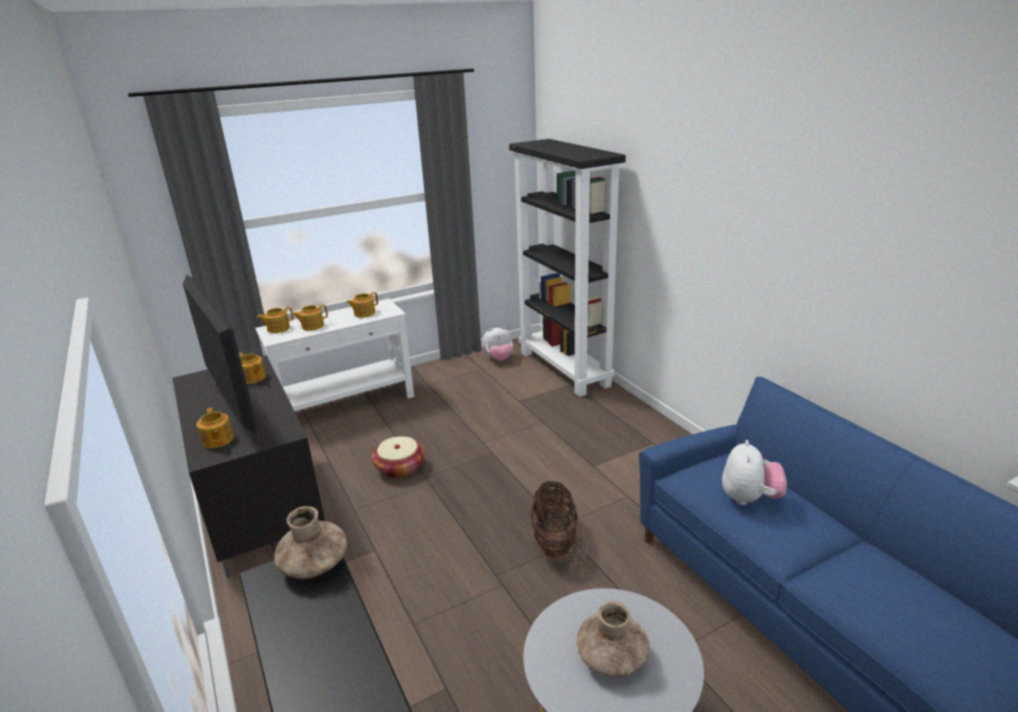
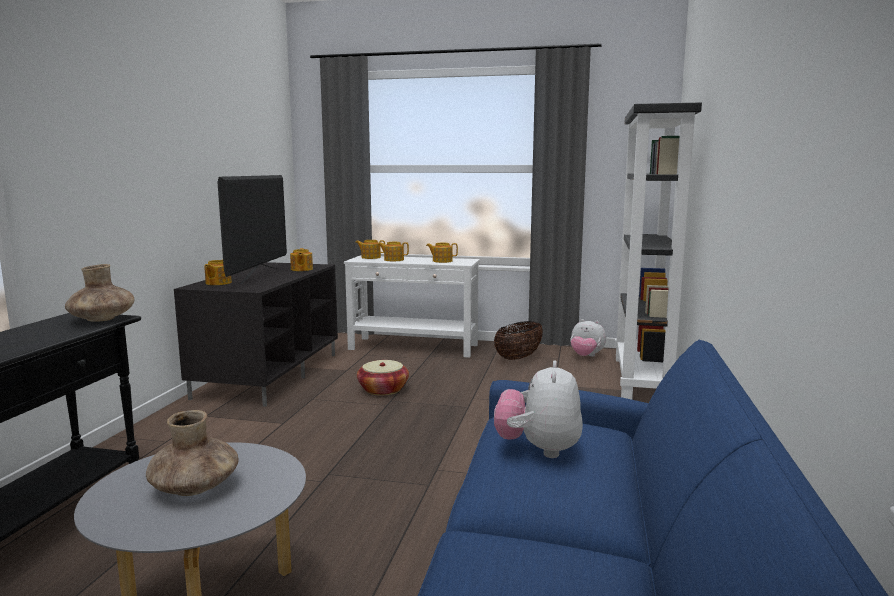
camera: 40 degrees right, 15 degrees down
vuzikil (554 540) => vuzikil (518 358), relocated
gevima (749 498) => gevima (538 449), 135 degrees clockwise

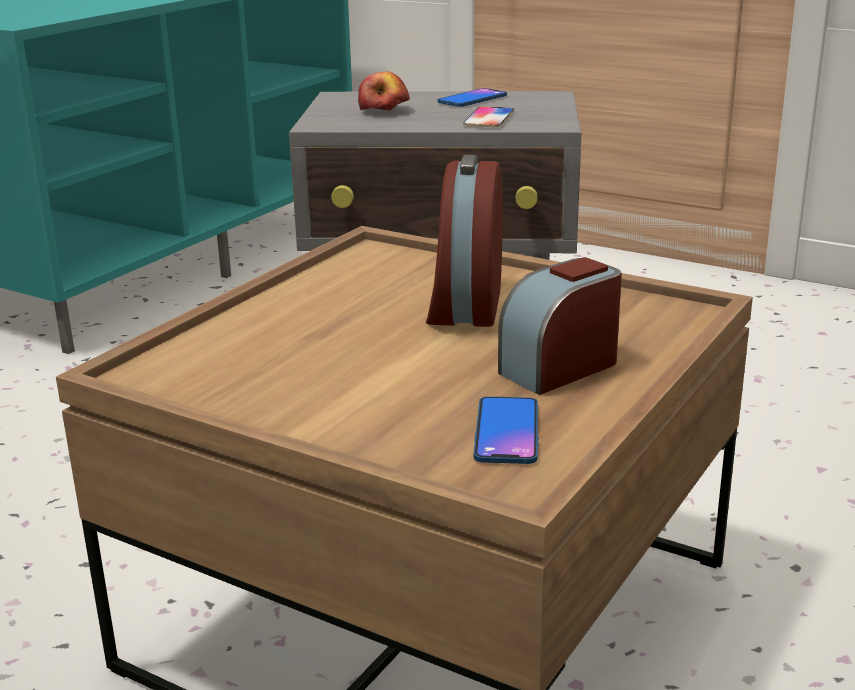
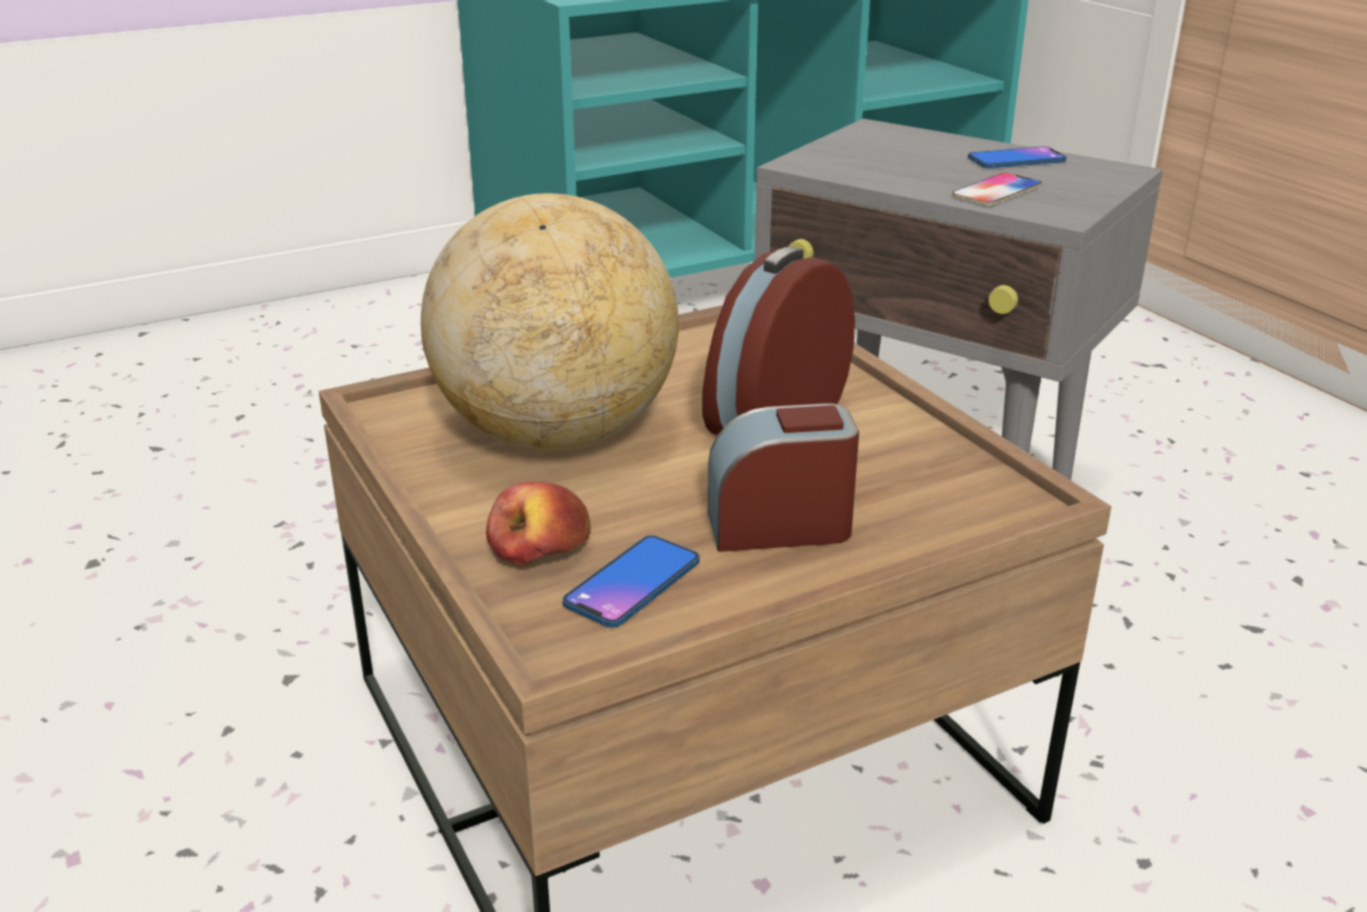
camera: 30 degrees right, 5 degrees up
nothing => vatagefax (558 435)
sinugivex (384 110) => sinugivex (540 549), relocated

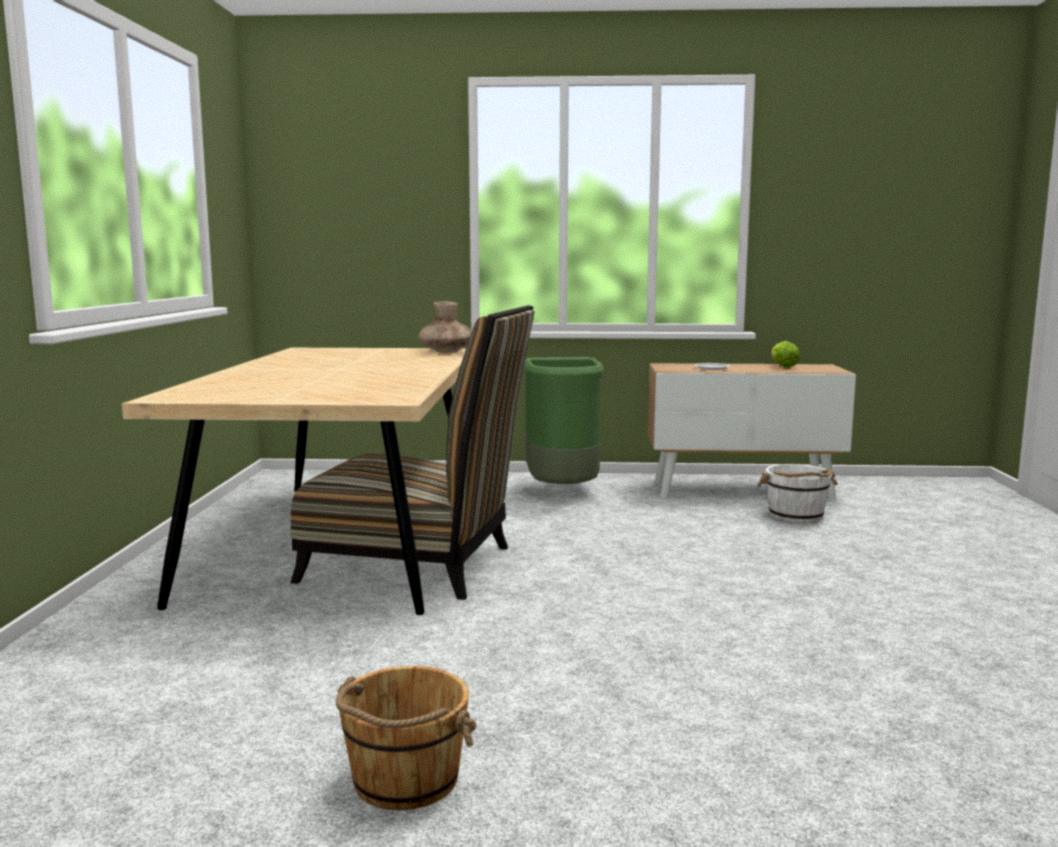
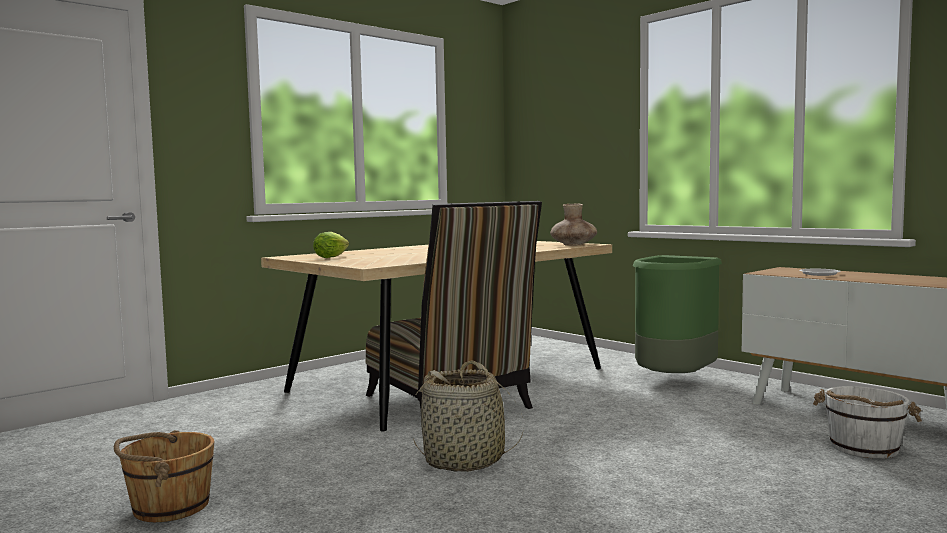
camera: 45 degrees right, 5 degrees down
nothing => vuzikil (465 460)
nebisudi (782 366) => nebisudi (332 257), relocated

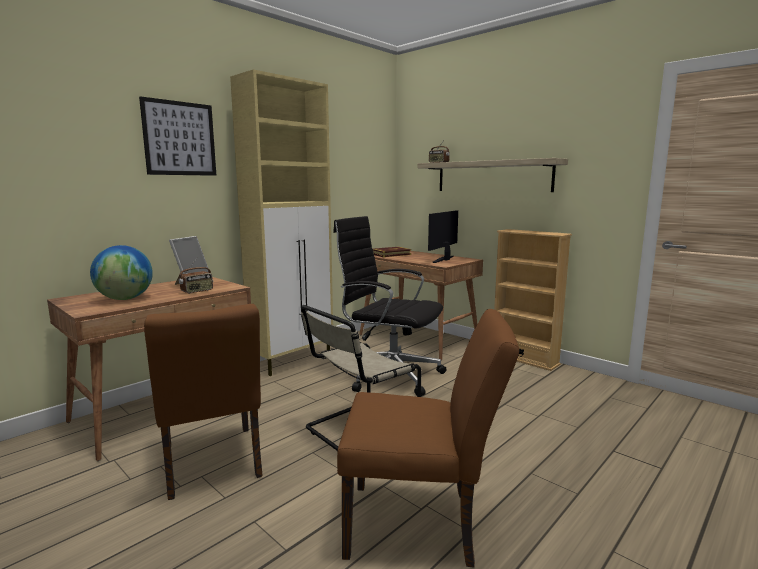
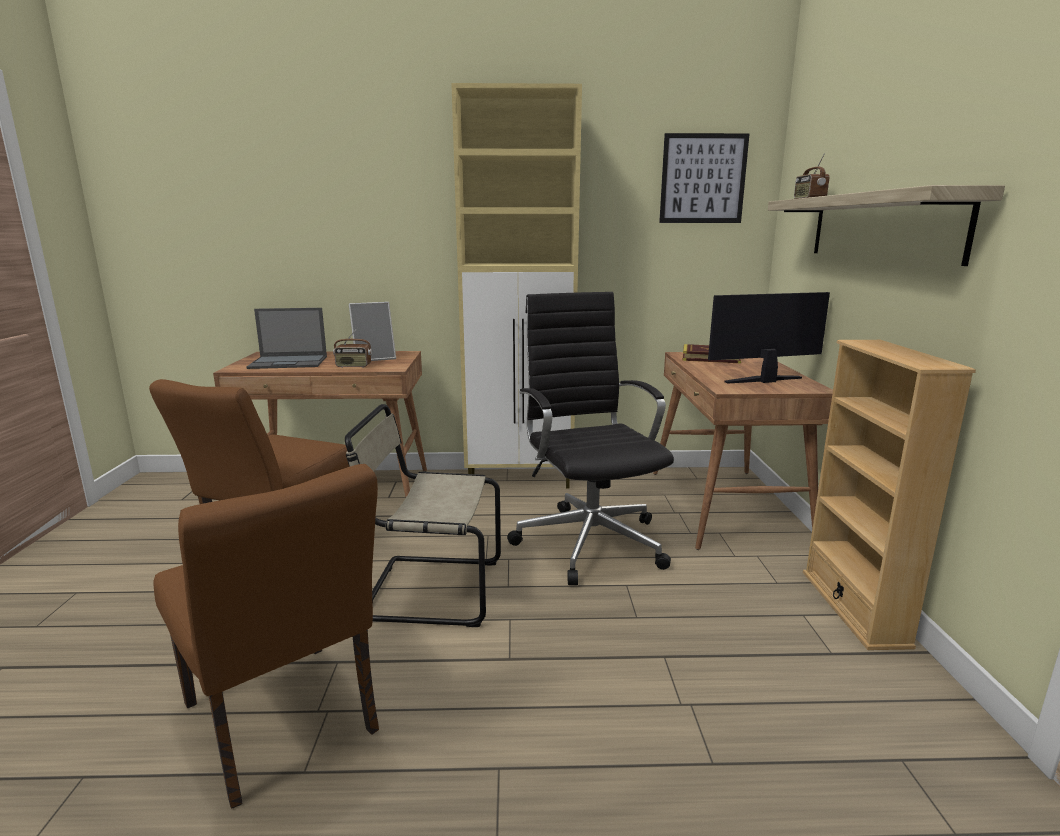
camera: 45 degrees right, 5 degrees up
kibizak (180 138) => kibizak (703 179), relocated
vatagefax (125 299) => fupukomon (289 362)

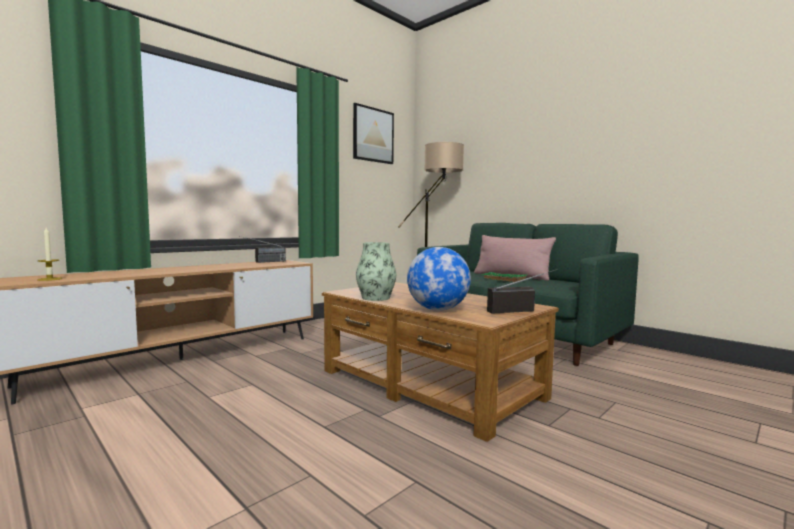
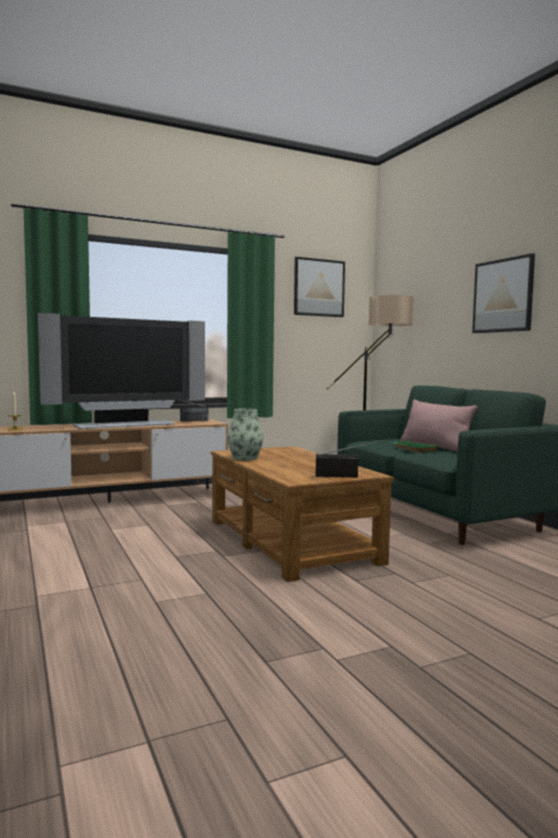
camera: 20 degrees right, 0 degrees up
vatagefax (438 310) => nothing
nothing => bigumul (126 425)
nothing => kibizak (503 295)

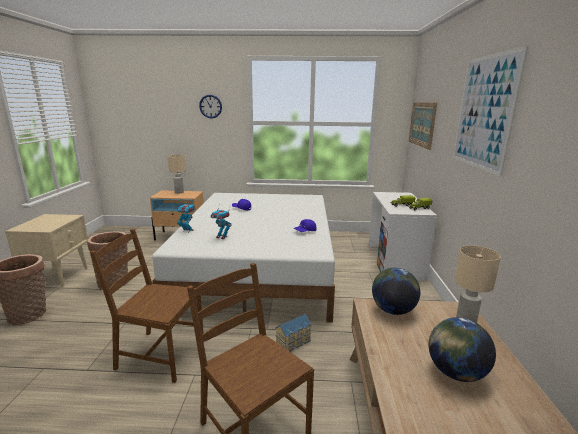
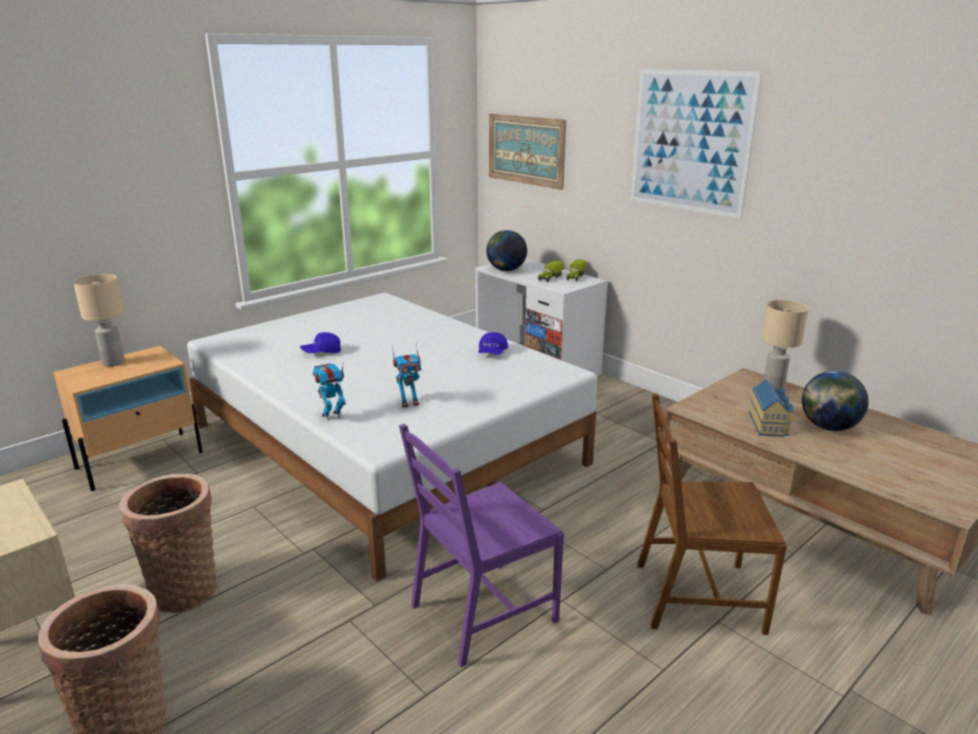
camera: 45 degrees left, 5 degrees up
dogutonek (210 106) => nothing
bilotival (294 341) => bilotival (769 424), relocated
vatagefax (393 310) => vatagefax (506 270), relocated
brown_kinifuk (159 354) => purple_kinifuk (482 613)

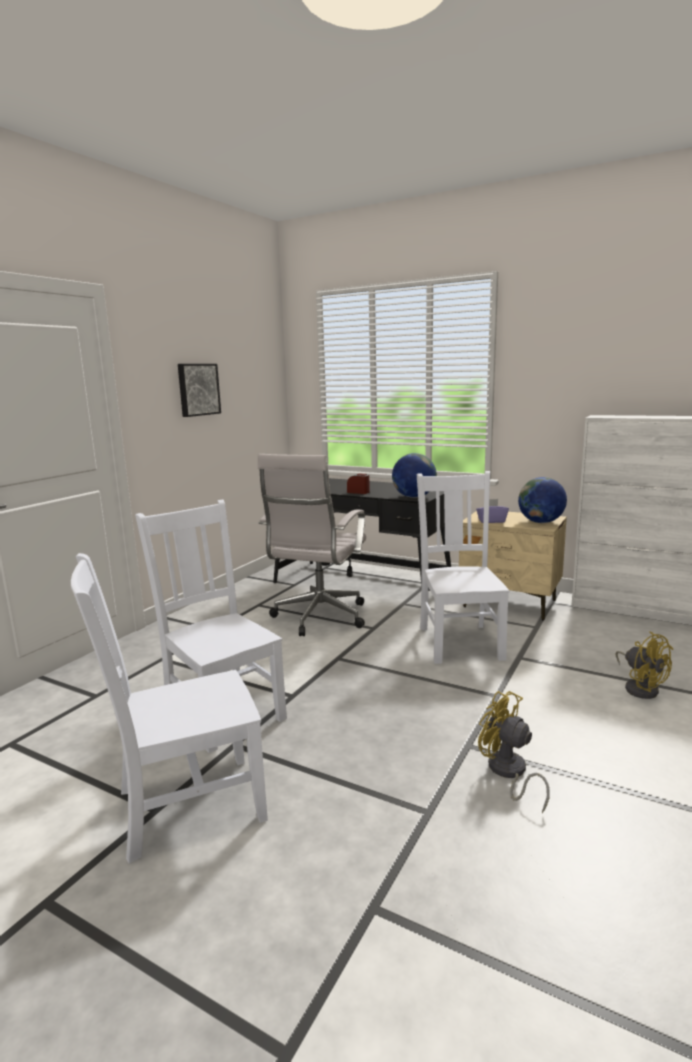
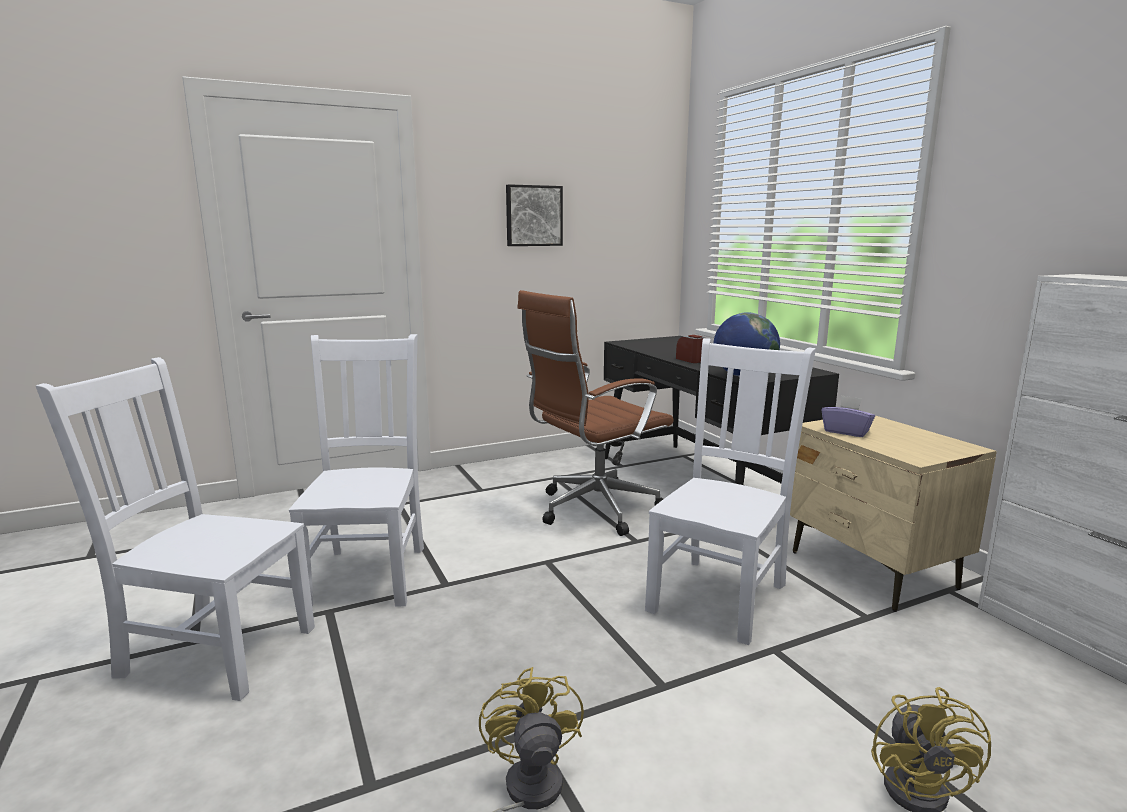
camera: 35 degrees right, 0 degrees up
vatagefax (541 522) => nothing
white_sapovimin (318 618) => brown_sapovimin (593 510)

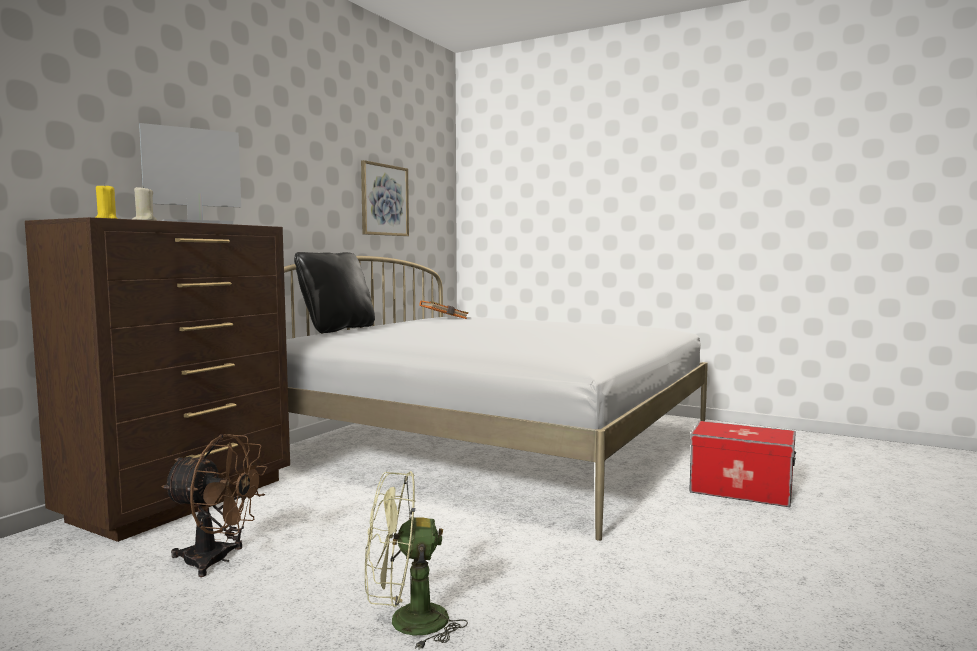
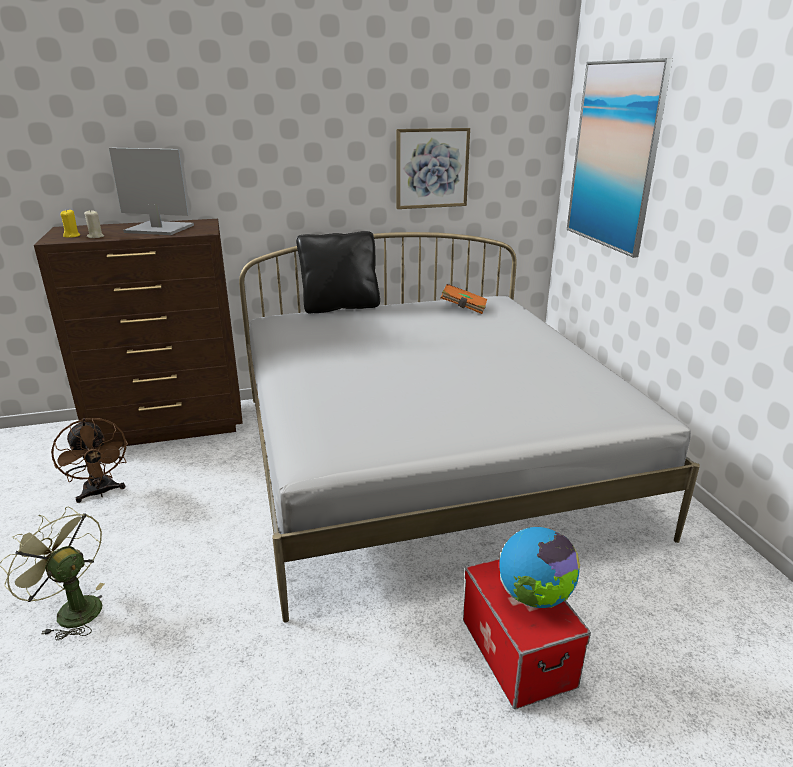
camera: 45 degrees right, 20 degrees up
nothing => vatagefax (535 597)
nothing => kibizak (614 156)

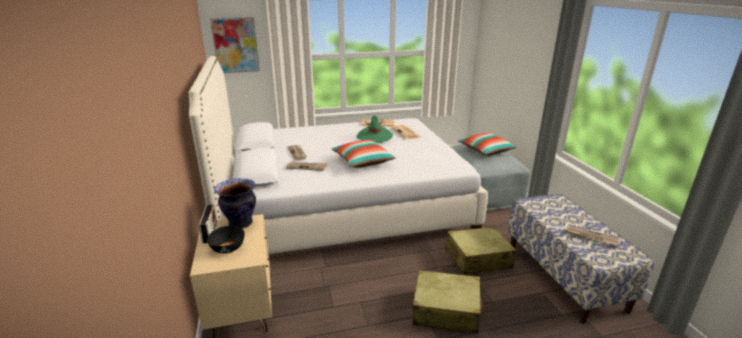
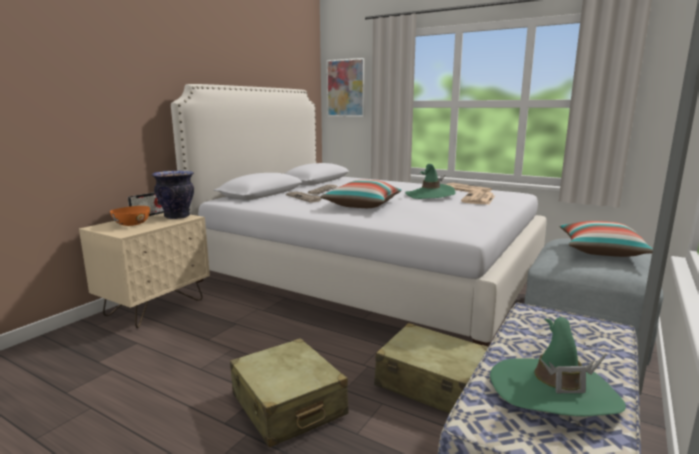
camera: 45 degrees right, 10 degrees down
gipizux (591 237) => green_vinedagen (553 392)
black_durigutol (227 248) => orange_durigutol (132 224)

